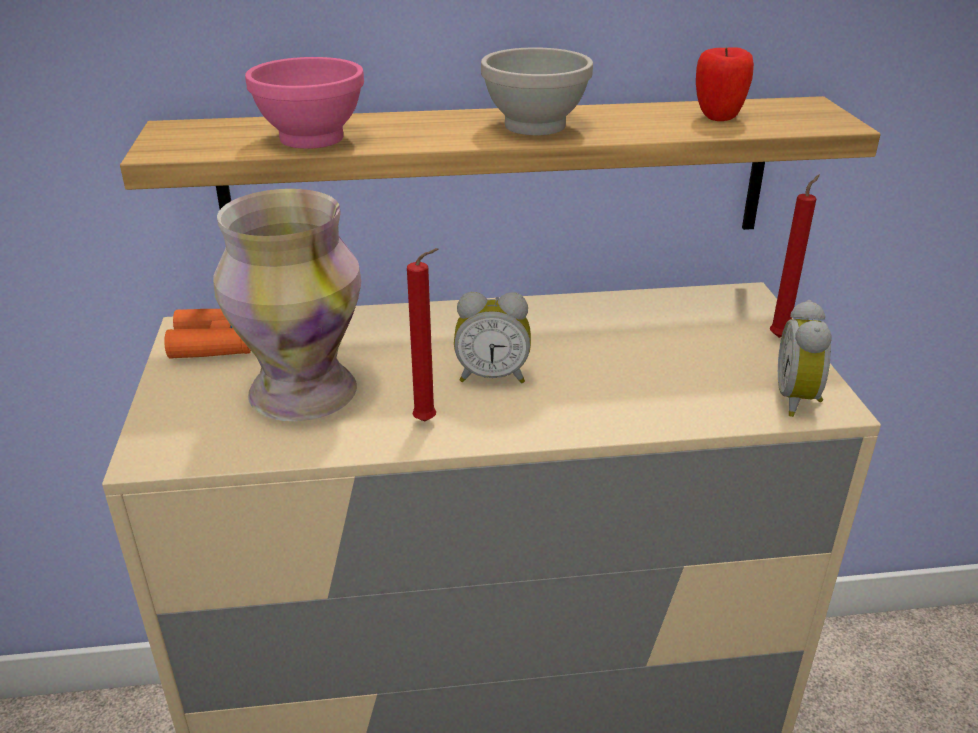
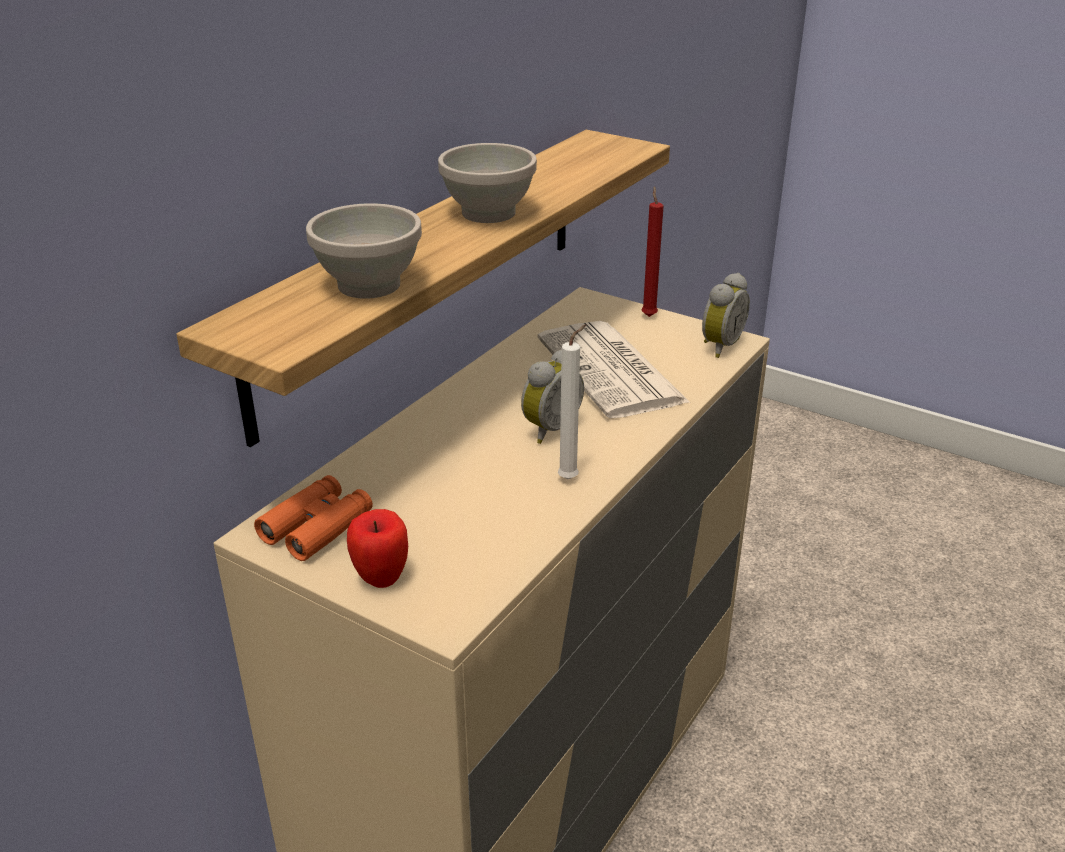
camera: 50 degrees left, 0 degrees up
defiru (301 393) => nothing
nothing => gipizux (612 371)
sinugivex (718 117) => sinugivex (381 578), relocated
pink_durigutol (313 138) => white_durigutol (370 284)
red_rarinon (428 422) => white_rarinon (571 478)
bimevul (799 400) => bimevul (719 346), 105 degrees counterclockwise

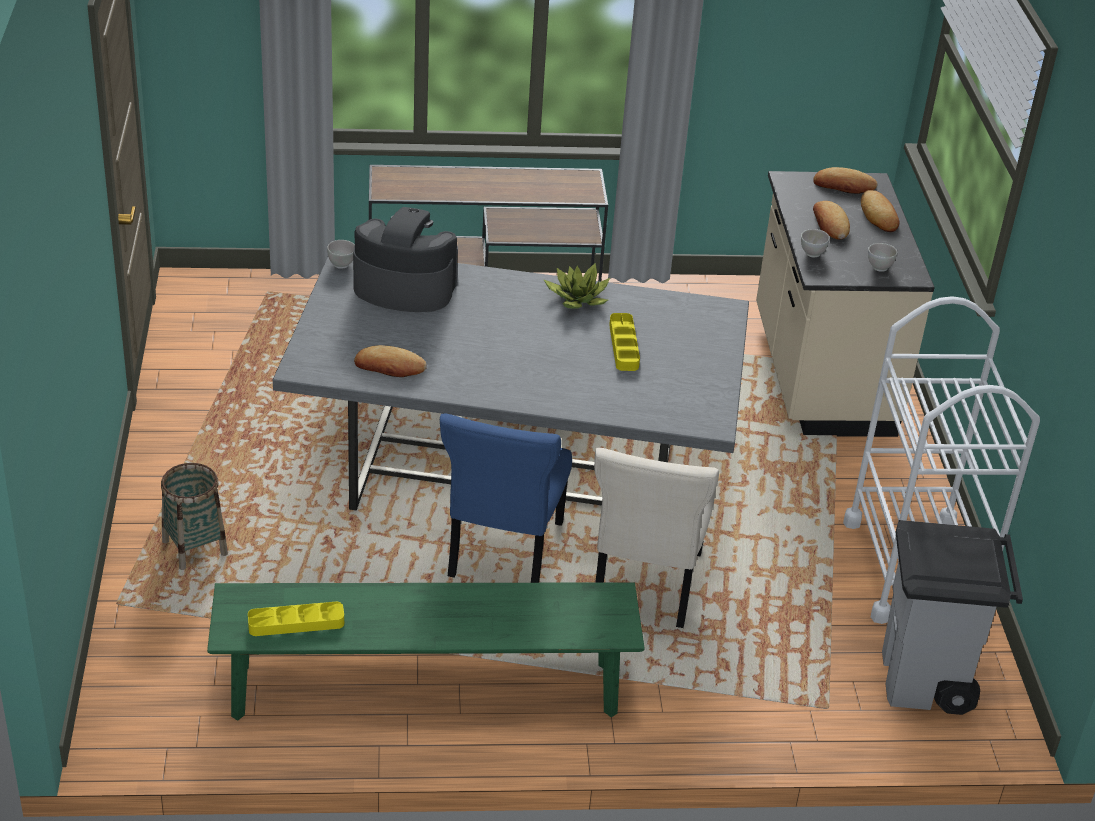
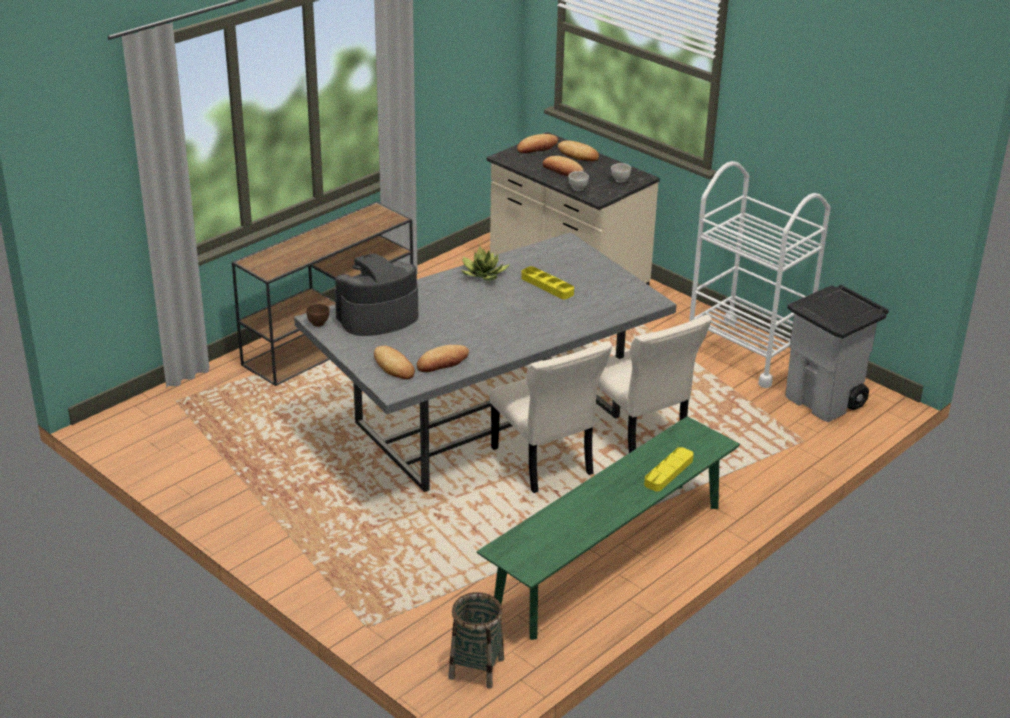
camera: 40 degrees left, 5 degrees down
nothing => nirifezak (393 366)
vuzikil (194 548) => vuzikil (476 668), relocated
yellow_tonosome (296 623) => yellow_tonosome (668 472), relocated
white_durigutol (341 264) => brown_durigutol (318 323)
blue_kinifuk (503 553) => beige_kinifuk (544 464)

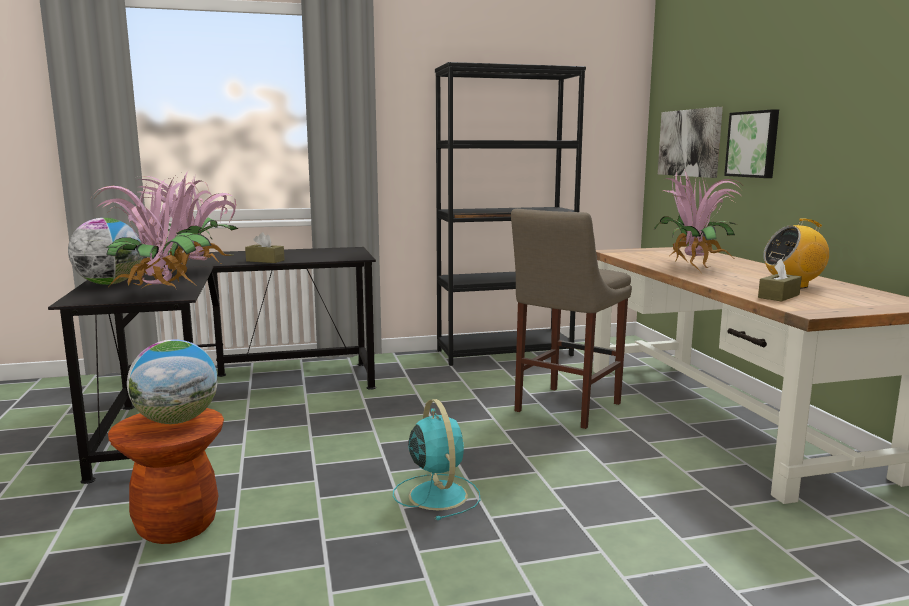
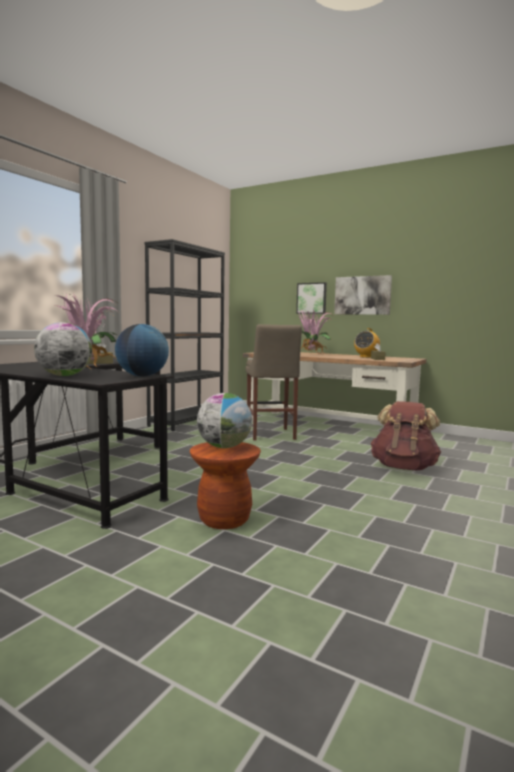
camera: 45 degrees left, 5 degrees down
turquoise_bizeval (437 494) => nothing
nothing => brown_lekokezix (404 468)
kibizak (690 143) => kibizak (362 295), relocated
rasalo (160 296) => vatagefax (142 376)

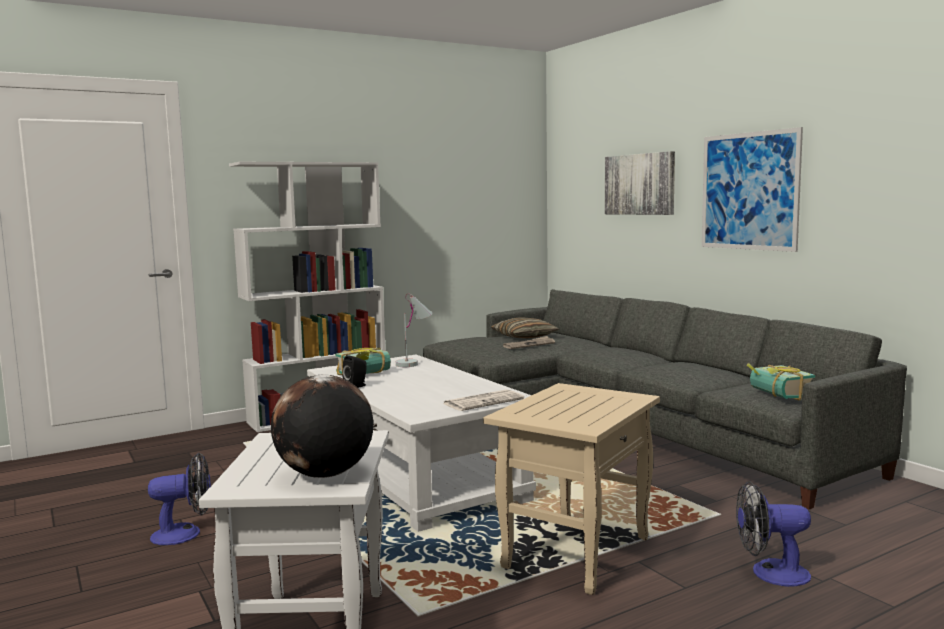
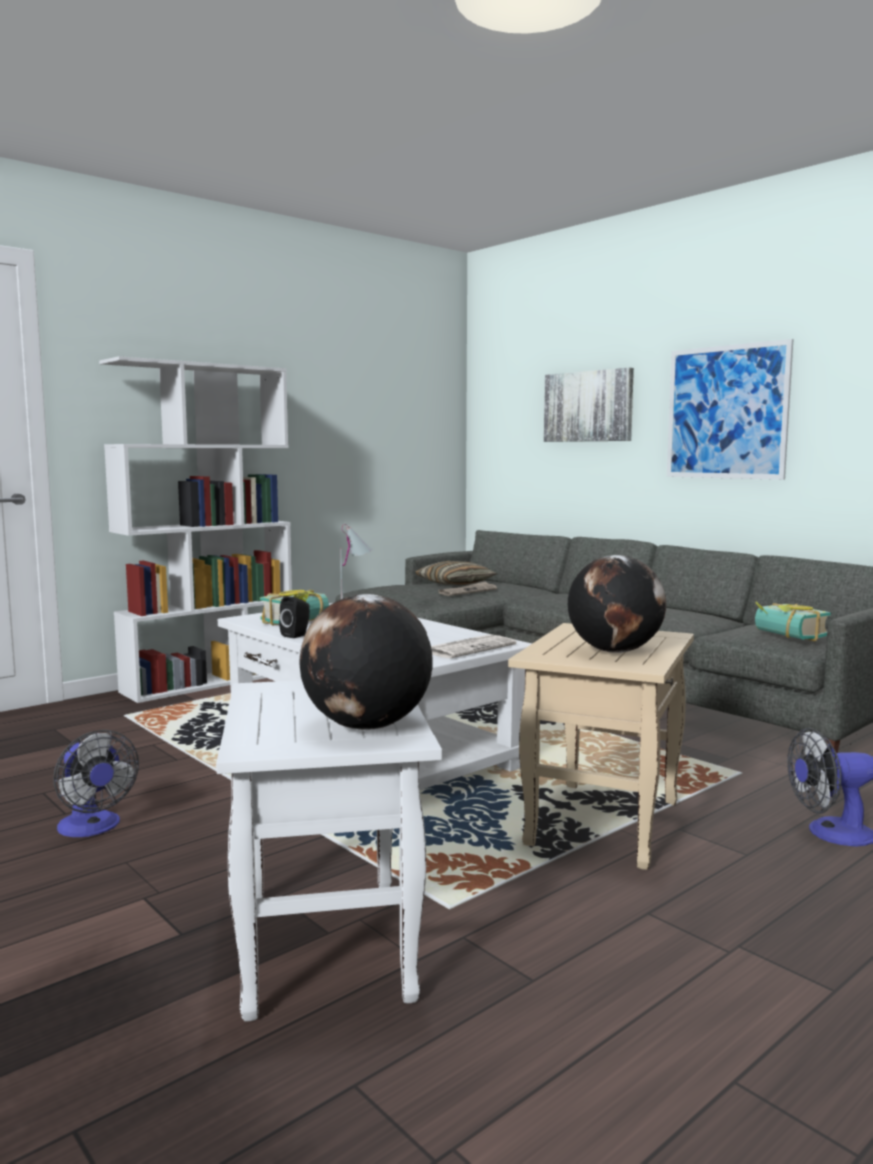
camera: 10 degrees left, 0 degrees up
nothing => vatagefax (614 651)
bizeval (185 534) => bizeval (93 828), 75 degrees clockwise

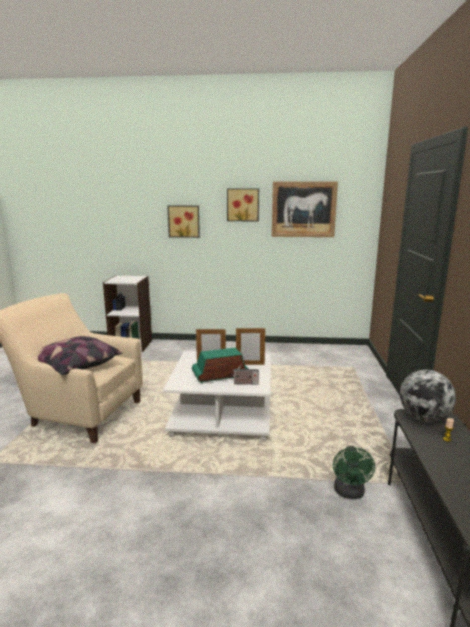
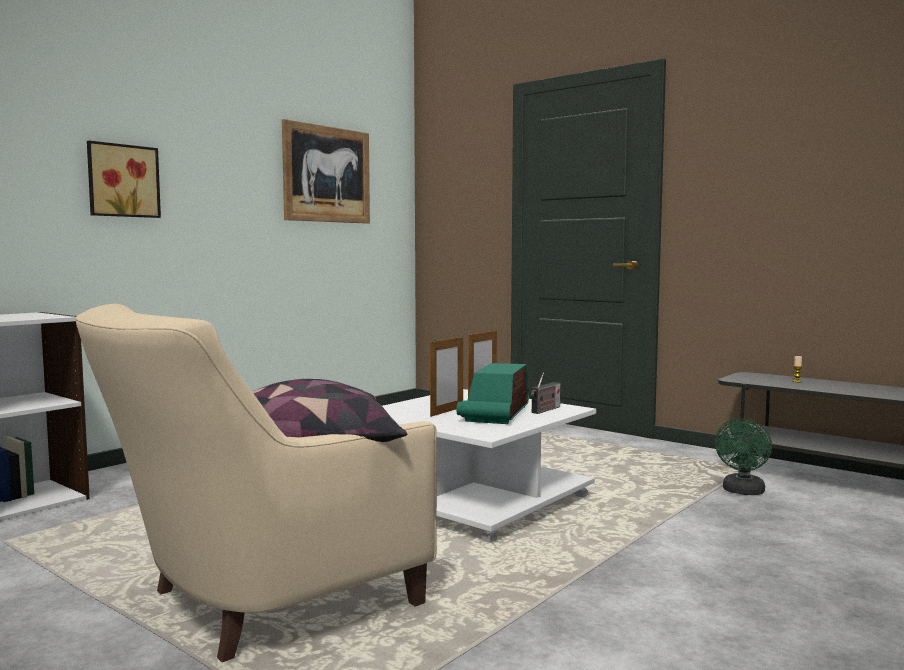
camera: 55 degrees left, 10 degrees down
kibizak (243 204) => nothing
vatagefax (423 418) => nothing
green_bizeval (349 493) => green_bizeval (742 492), 75 degrees clockwise

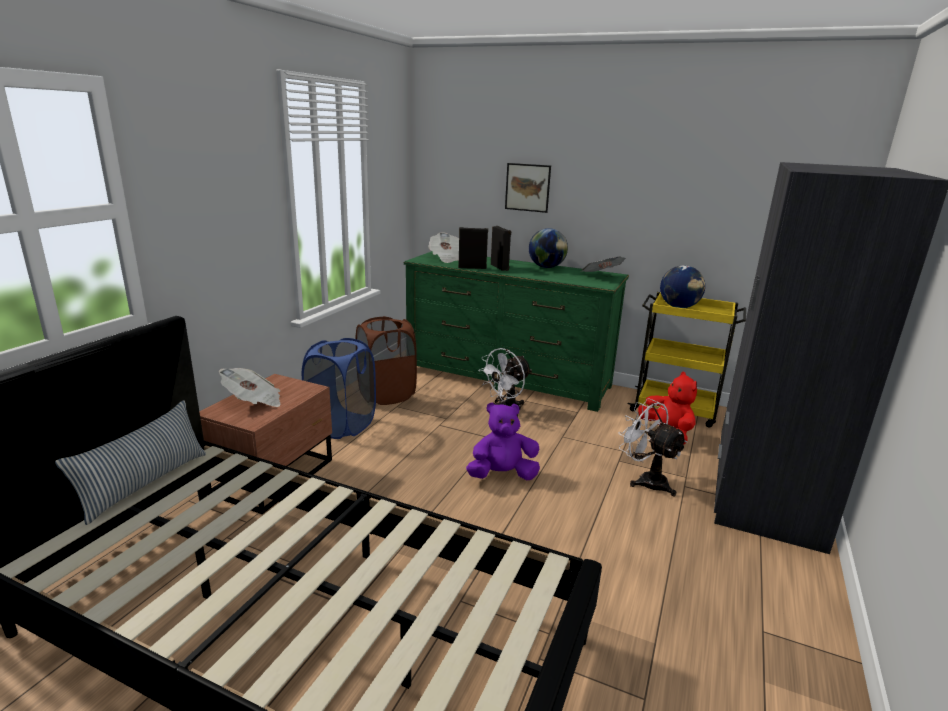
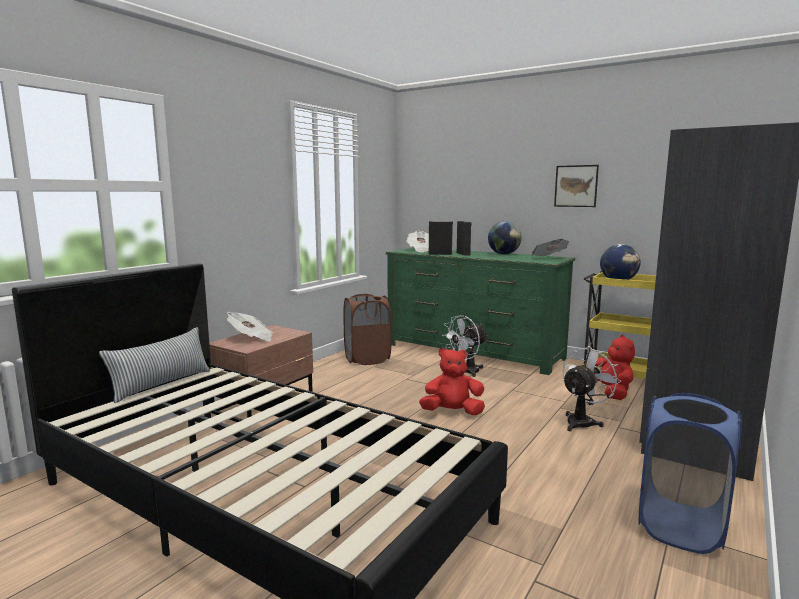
camera: 10 degrees right, 10 degrees down
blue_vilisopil (342 425) => blue_vilisopil (680 526), relocated
kibizak (527 187) => kibizak (576 186), relocated
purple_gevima (502 475) => red_gevima (452 412)
white_bizeval (646 480) => white_bizeval (582 421), 75 degrees clockwise

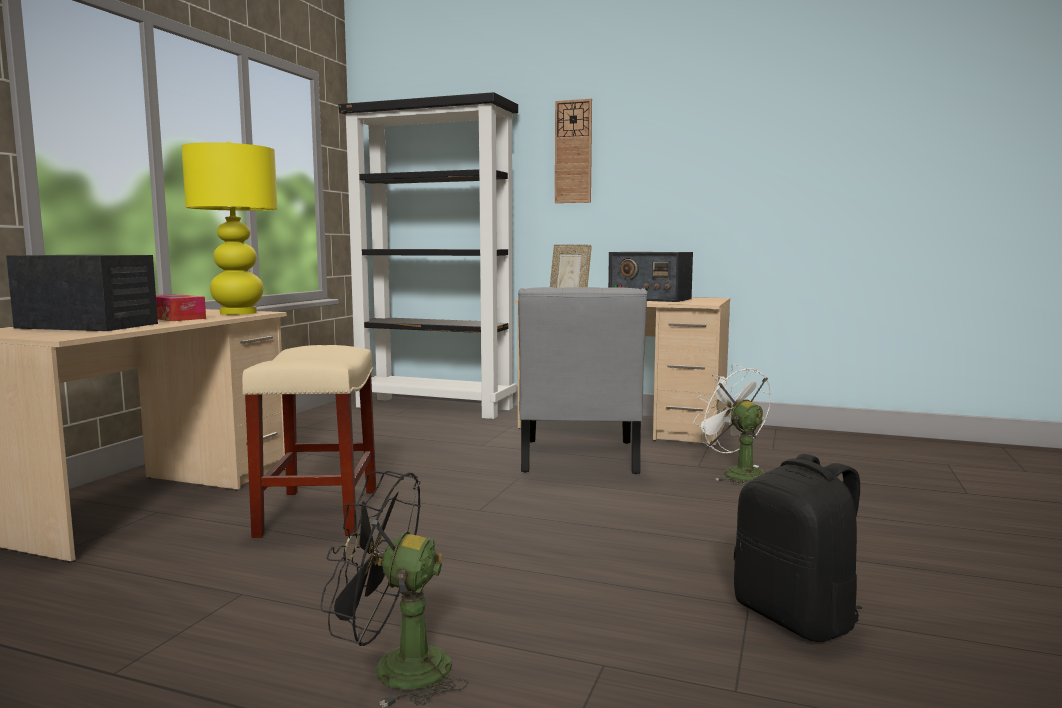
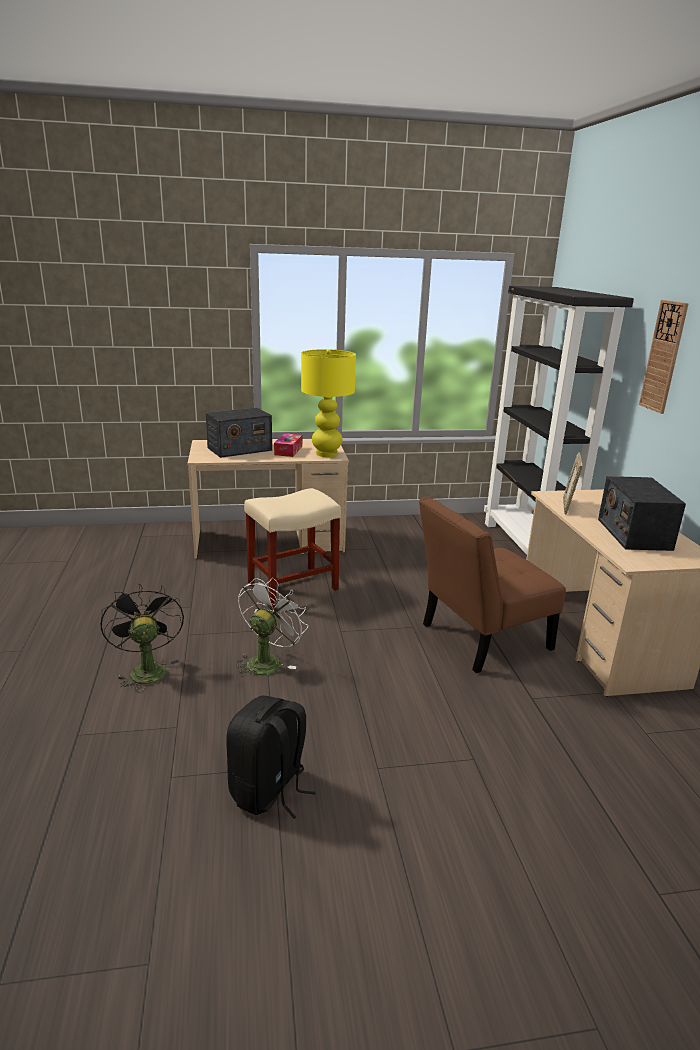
camera: 60 degrees right, 15 degrees up
white_bizeval (735 473) => white_bizeval (267 661), relocated
grey_kinifuk (578 459) => brown_kinifuk (479 639)
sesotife (88 326) => sesotife (239 449), 75 degrees clockwise

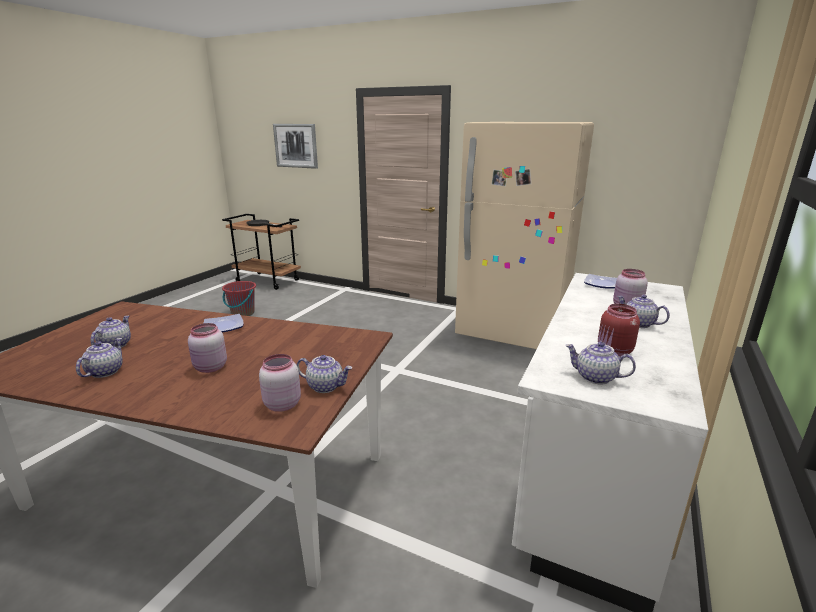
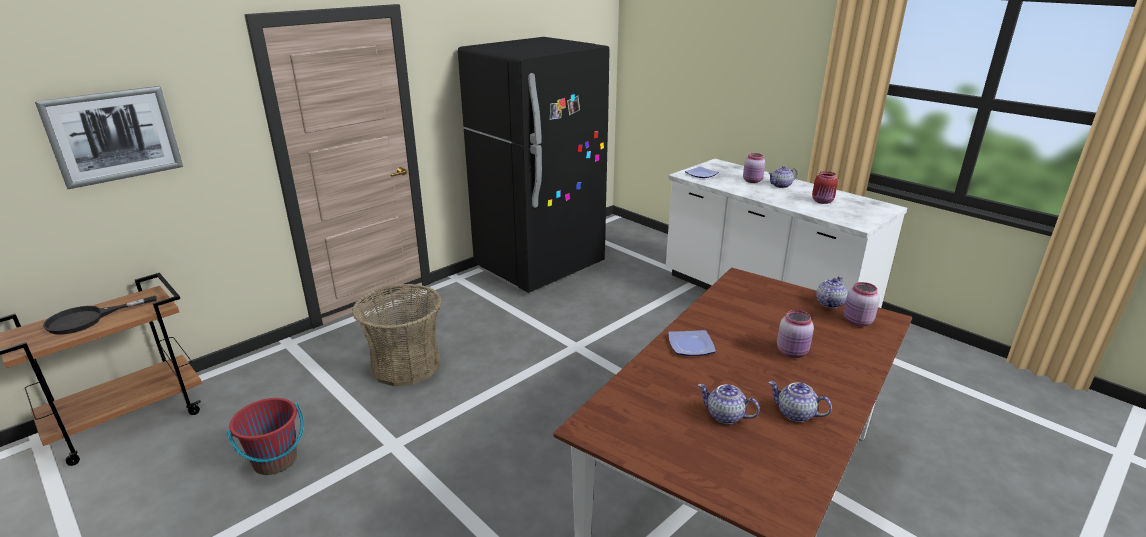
camera: 70 degrees left, 5 degrees up
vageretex (595 377) => nothing
nothing => vuzikil (406 365)
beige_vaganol (512 332) => black_vaganol (540 266)

